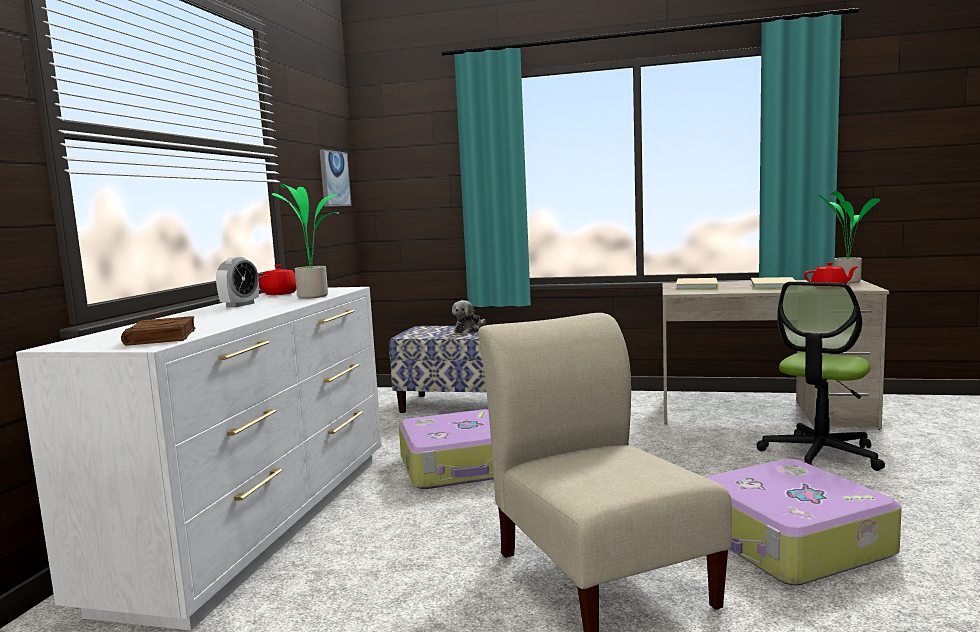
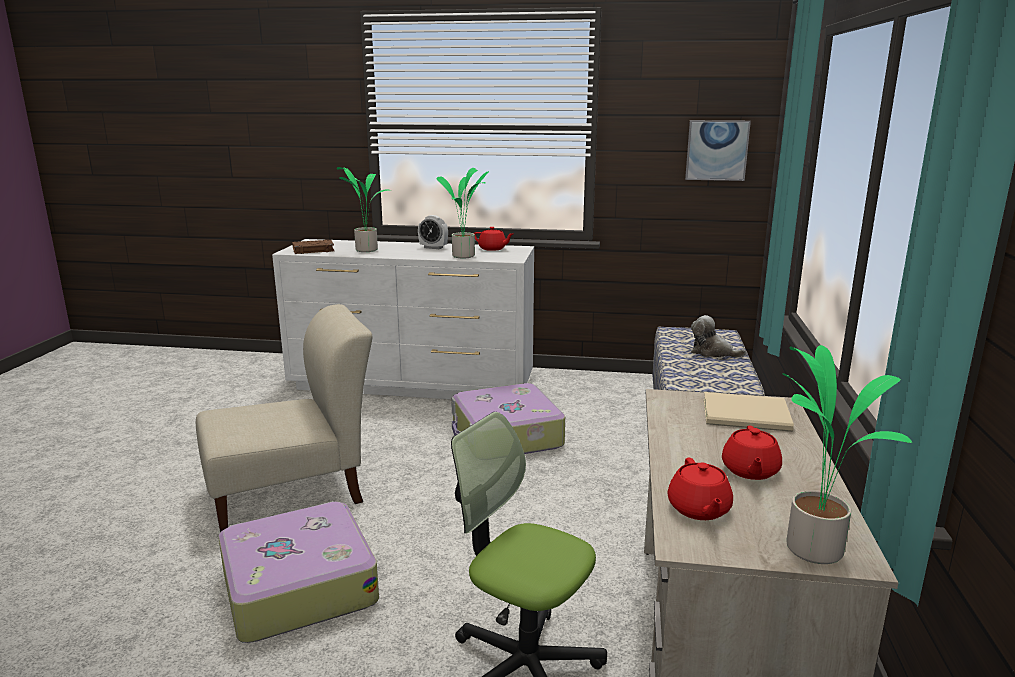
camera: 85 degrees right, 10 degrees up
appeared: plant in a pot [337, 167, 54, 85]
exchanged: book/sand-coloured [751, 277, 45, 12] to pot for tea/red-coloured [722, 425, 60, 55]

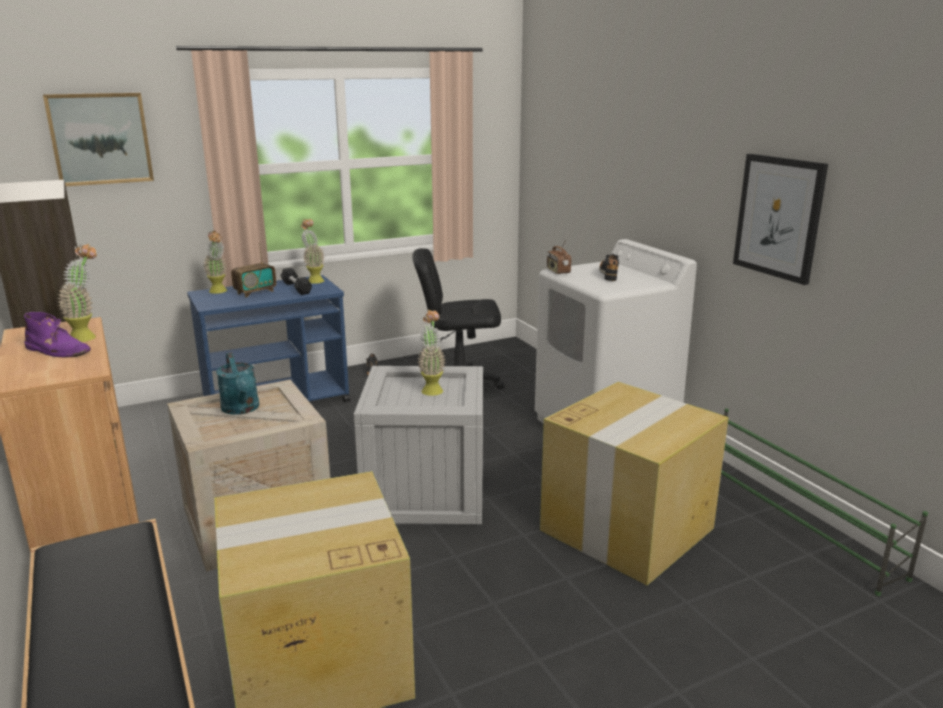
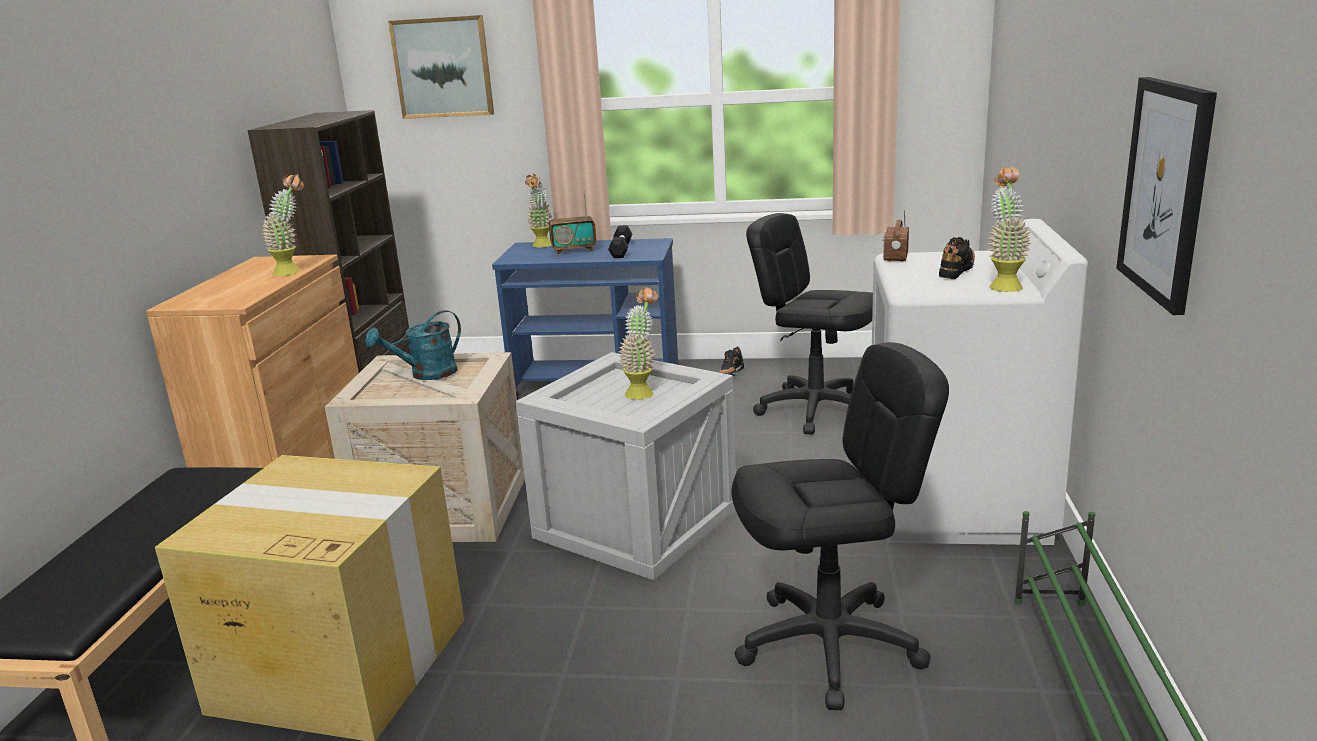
camera: 35 degrees right, 0 degrees up
missing: boot/purple [24, 312, 67, 46]
relocated: plant in a pot [301, 219, 24, 65] to [988, 167, 44, 125]
exchanged: cardboard box [540, 382, 189, 203] to desk chair/black [731, 342, 218, 368]
spun: watering pot/blue-green [216, 352, 43, 63] = [365, 310, 96, 70] 45 degrees clockwise

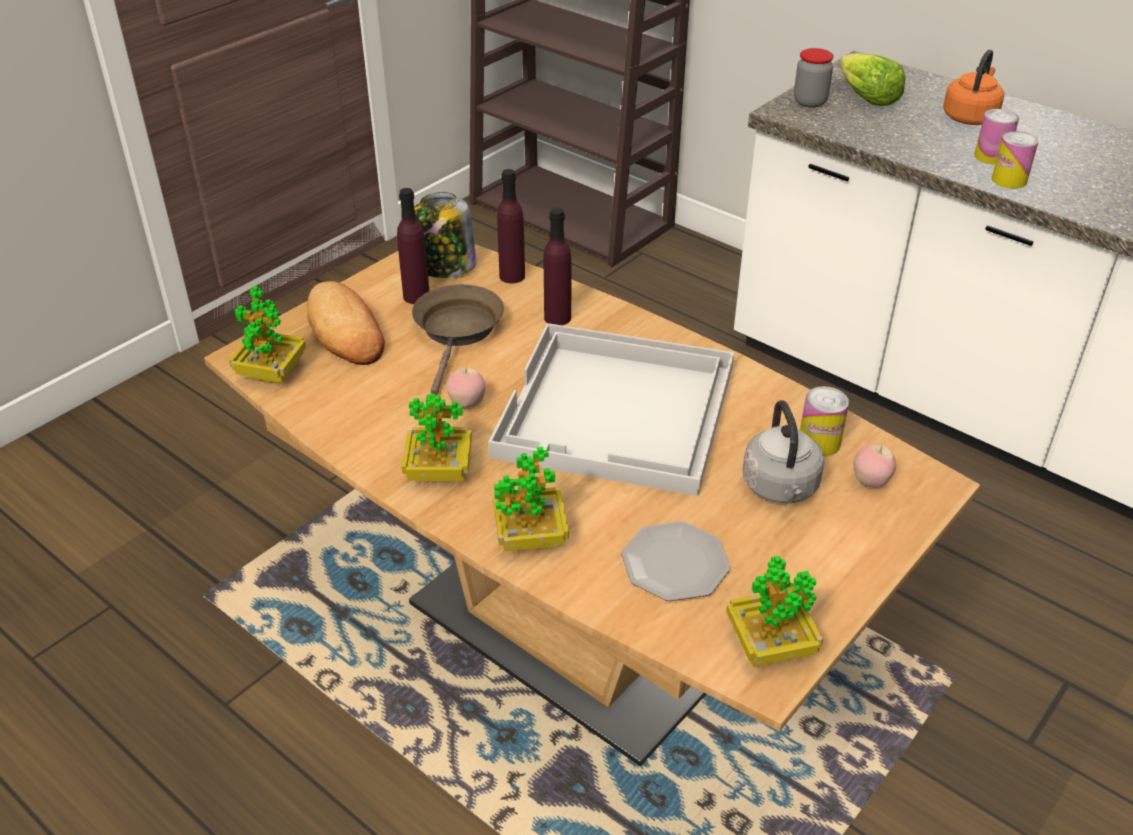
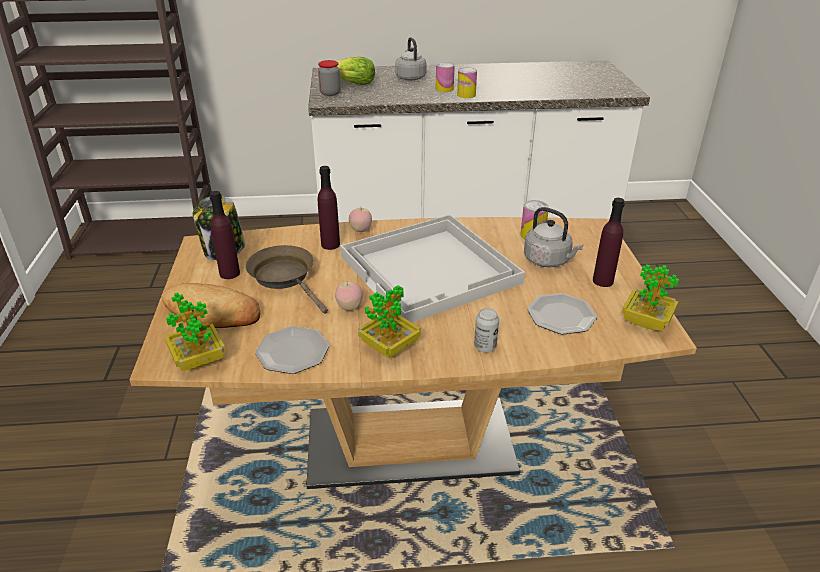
camera: 45 degrees left, 5 degrees down
appeared: plate [255, 326, 75, 48]
relocated: beverage bottle/purple [497, 169, 28, 114] to [593, 198, 32, 89]; apple [854, 444, 42, 44] to [349, 208, 23, 24]
exchanged: plant in a pot [493, 446, 76, 106] to can [474, 308, 25, 44]
colour: water kettle/orangey [943, 49, 61, 76] to water kettle/gray [395, 37, 32, 44]

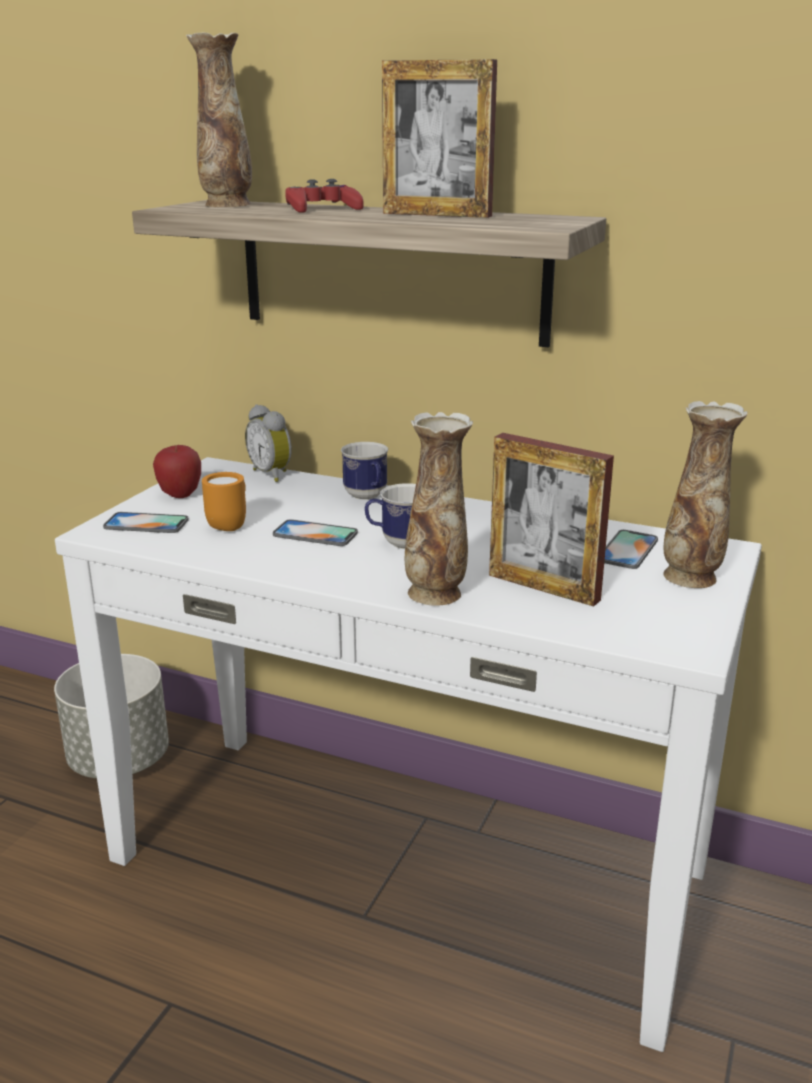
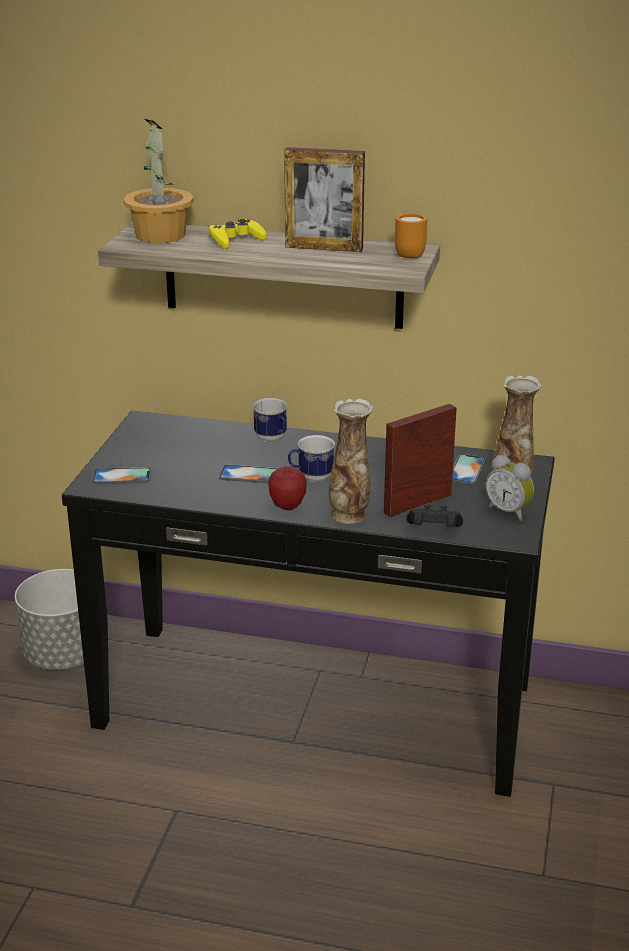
camera: 10 degrees left, 5 degrees up
appeared: joypad/black [407, 505, 56, 22]
relocated: bedside clock [245, 404, 47, 78] to [485, 455, 49, 66]; apple [153, 445, 48, 53] to [268, 467, 39, 43]; mug/orangey [202, 472, 44, 59] to [395, 213, 32, 45]
exchanged: flower vase [186, 33, 66, 174] to plant in a pot [123, 119, 71, 124]
colour: joypad/red-coloured [285, 179, 78, 34] to joypad/yellowish [208, 219, 58, 30]; hall table/white-coloured [55, 457, 707, 595] to hall table/black [62, 411, 493, 386]
spun: standing frame [489, 433, 125, 174] = [384, 404, 73, 113] 120 degrees clockwise

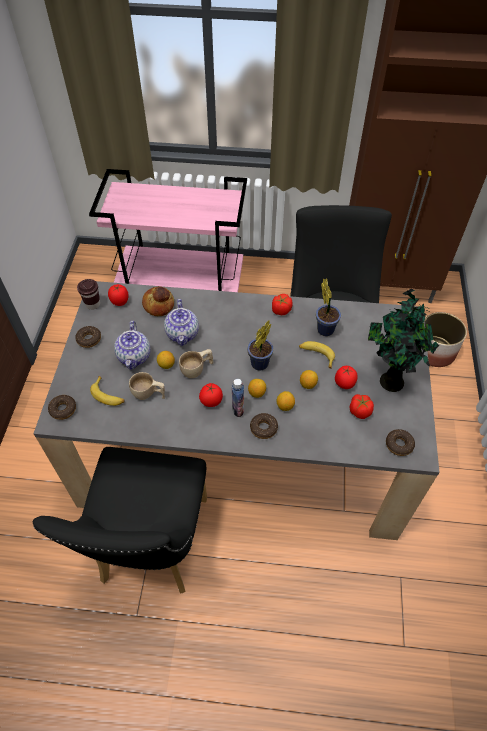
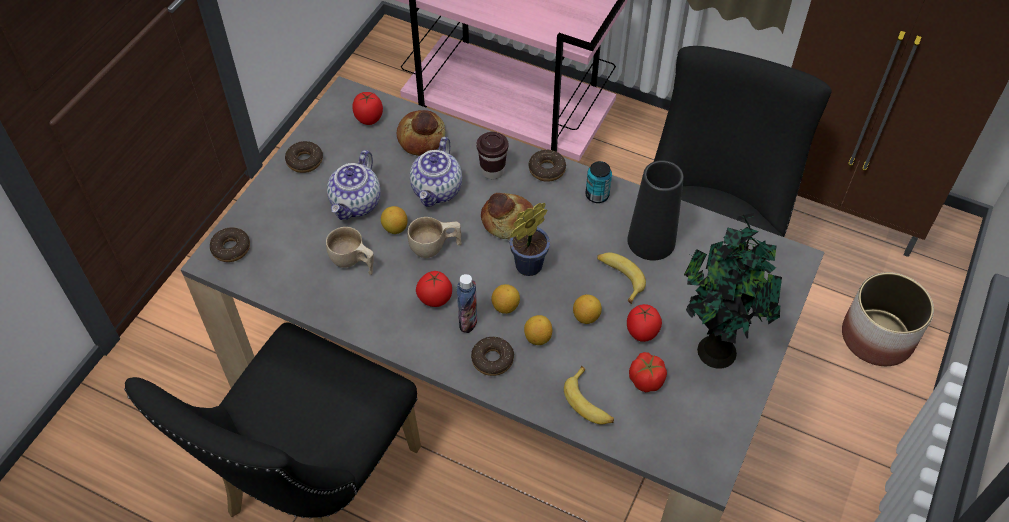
camera: 20 degrees right, 0 degrees up
appeared: baked bread [481, 193, 52, 47]
relocated: drinking cup/brown-coloured [77, 279, 23, 31] to [477, 132, 31, 47]; banana fruit [90, 376, 35, 30] to [564, 366, 50, 58]; donut [386, 429, 29, 27] to [529, 150, 37, 32]
exchanged: plant in a pot [316, 278, 25, 58] to flower vase/black [627, 160, 57, 101]; whole tomato [272, 294, 20, 21] to can [586, 161, 26, 42]

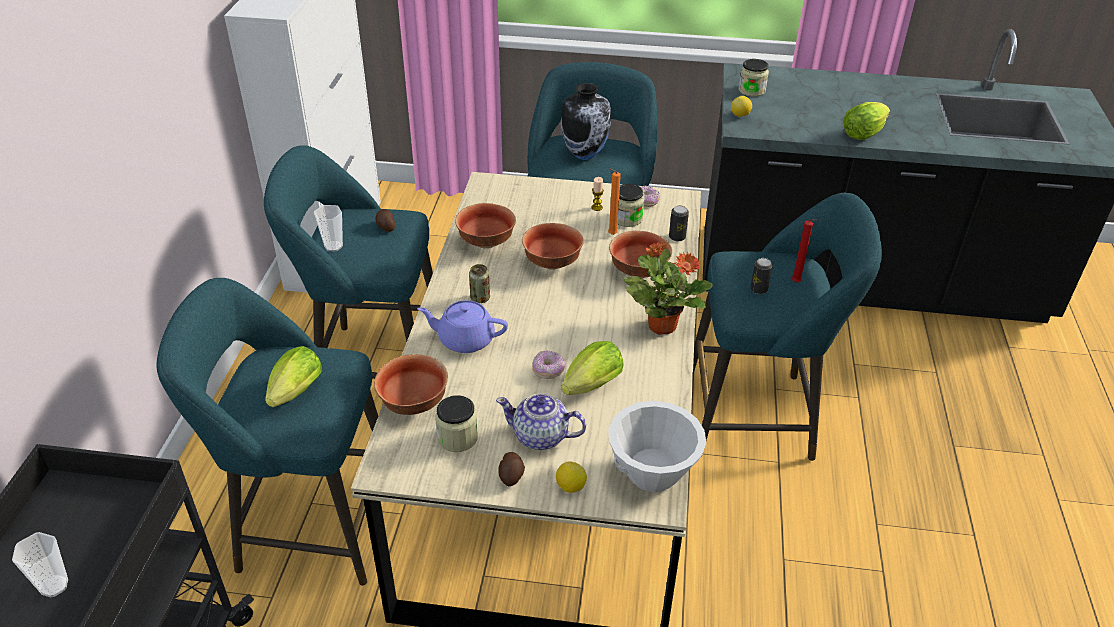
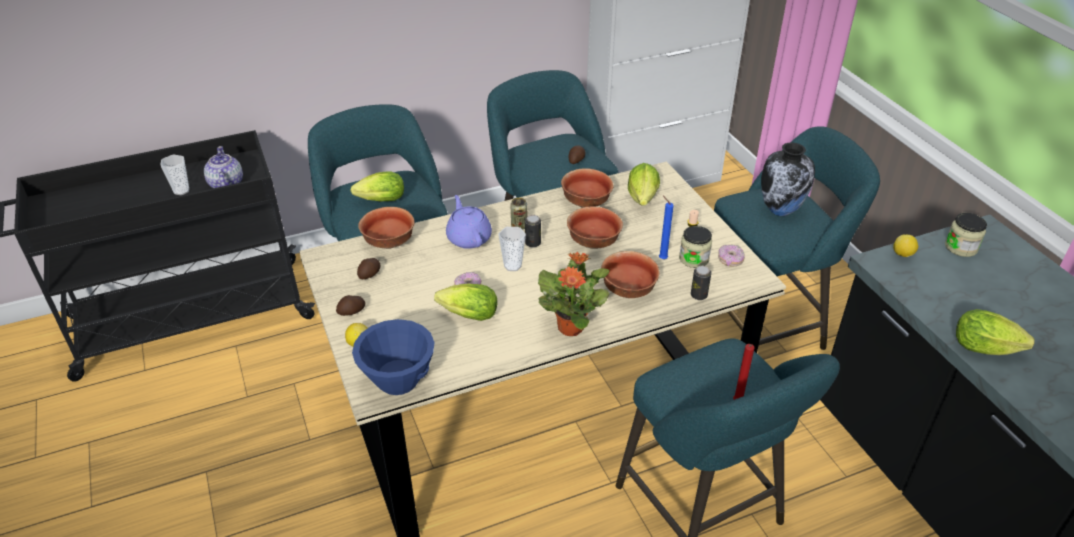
camera: 60 degrees right, 0 degrees up
appeared: lettuce head [628, 163, 32, 43]
relocated: drinking cup [314, 205, 29, 46] to [498, 227, 28, 44]; can [750, 258, 23, 36] to [525, 215, 16, 33]; pot for tea [496, 393, 90, 57] to [204, 146, 39, 42]
exchanged: storage jar [435, 395, 43, 57] to potato [357, 258, 23, 21]
colour: wax light/orangey [608, 169, 13, 66] to wax light/bluish [659, 196, 15, 63]; serving bowl/white-coloured [609, 401, 97, 91] to serving bowl/bluish [352, 319, 83, 76]

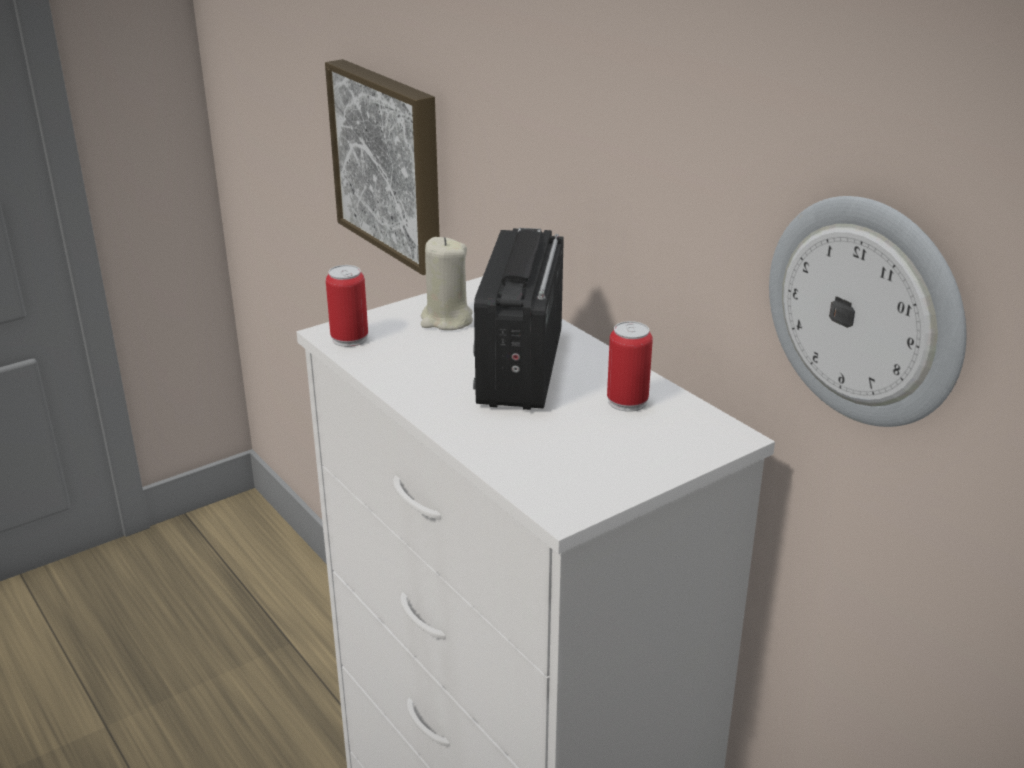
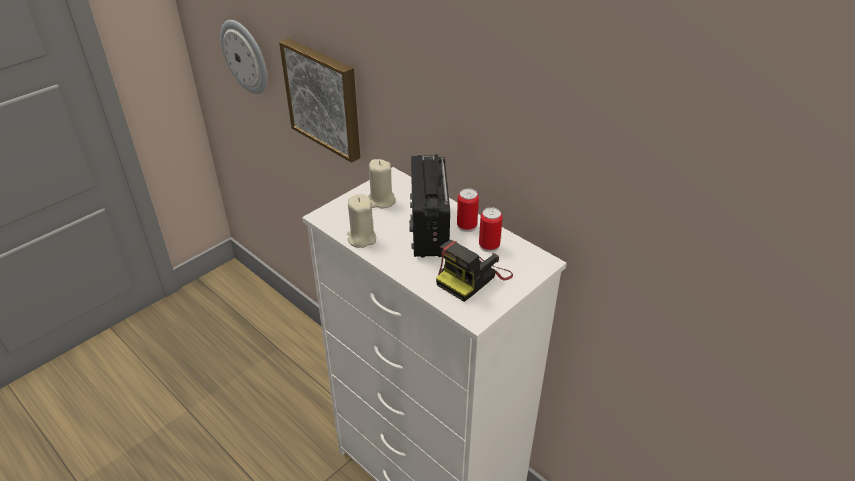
camera: 10 degrees left, 10 degrees up
appeared: wax light/sand-coloured [347, 194, 29, 54]; photo camera [436, 240, 77, 62]
relocated: hanging clock [769, 196, 198, 231] to [220, 20, 47, 74]; can [326, 265, 42, 82] to [457, 188, 22, 44]

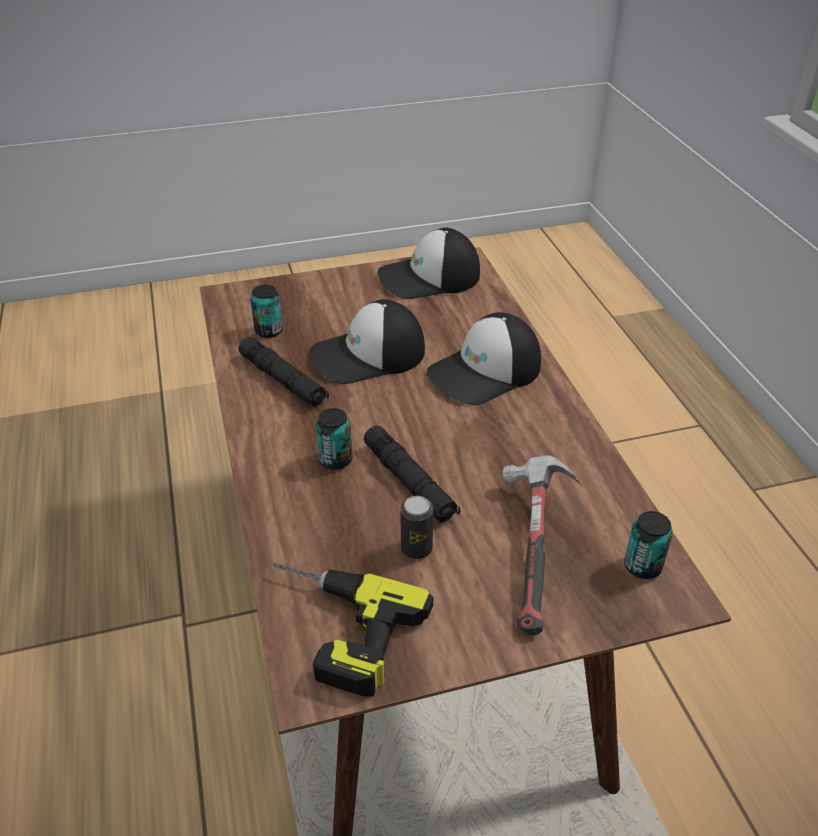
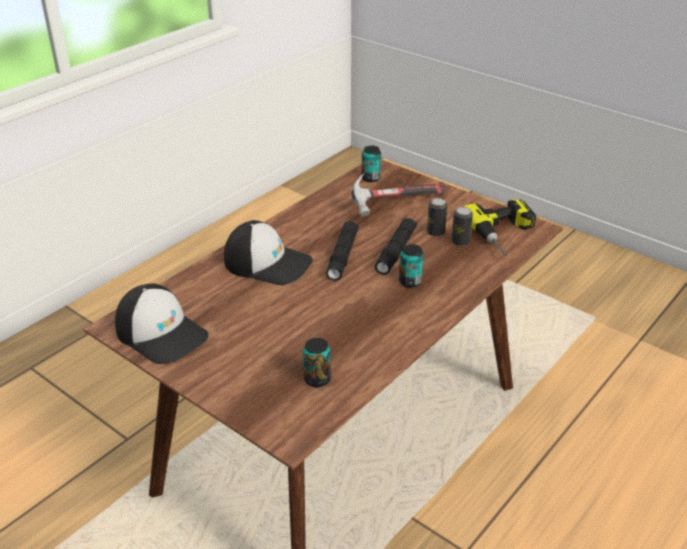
camera: 125 degrees left, 5 degrees down
missing: cap [309, 299, 116, 85]
appeared: can [452, 207, 21, 39]
relocated: hand torch/black [239, 337, 90, 70] to [326, 221, 33, 60]

